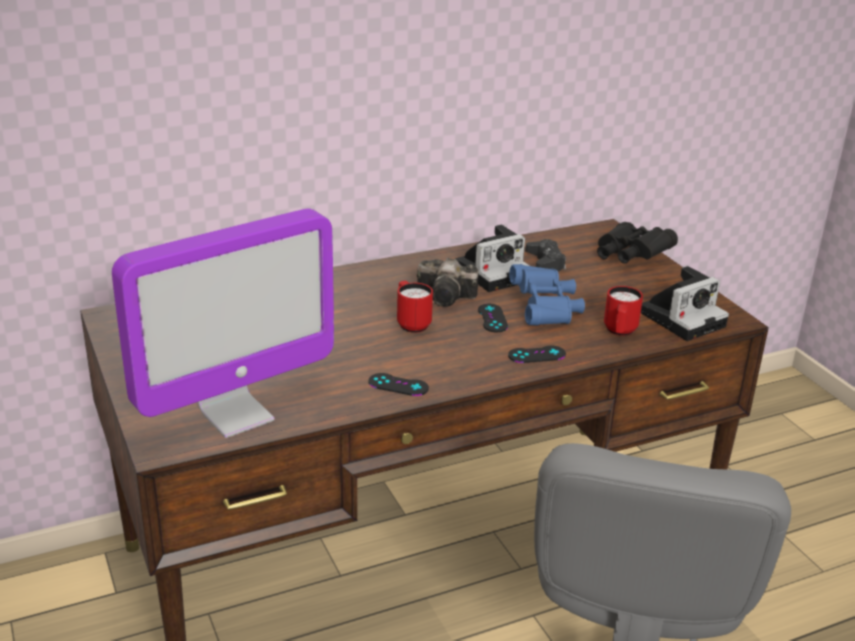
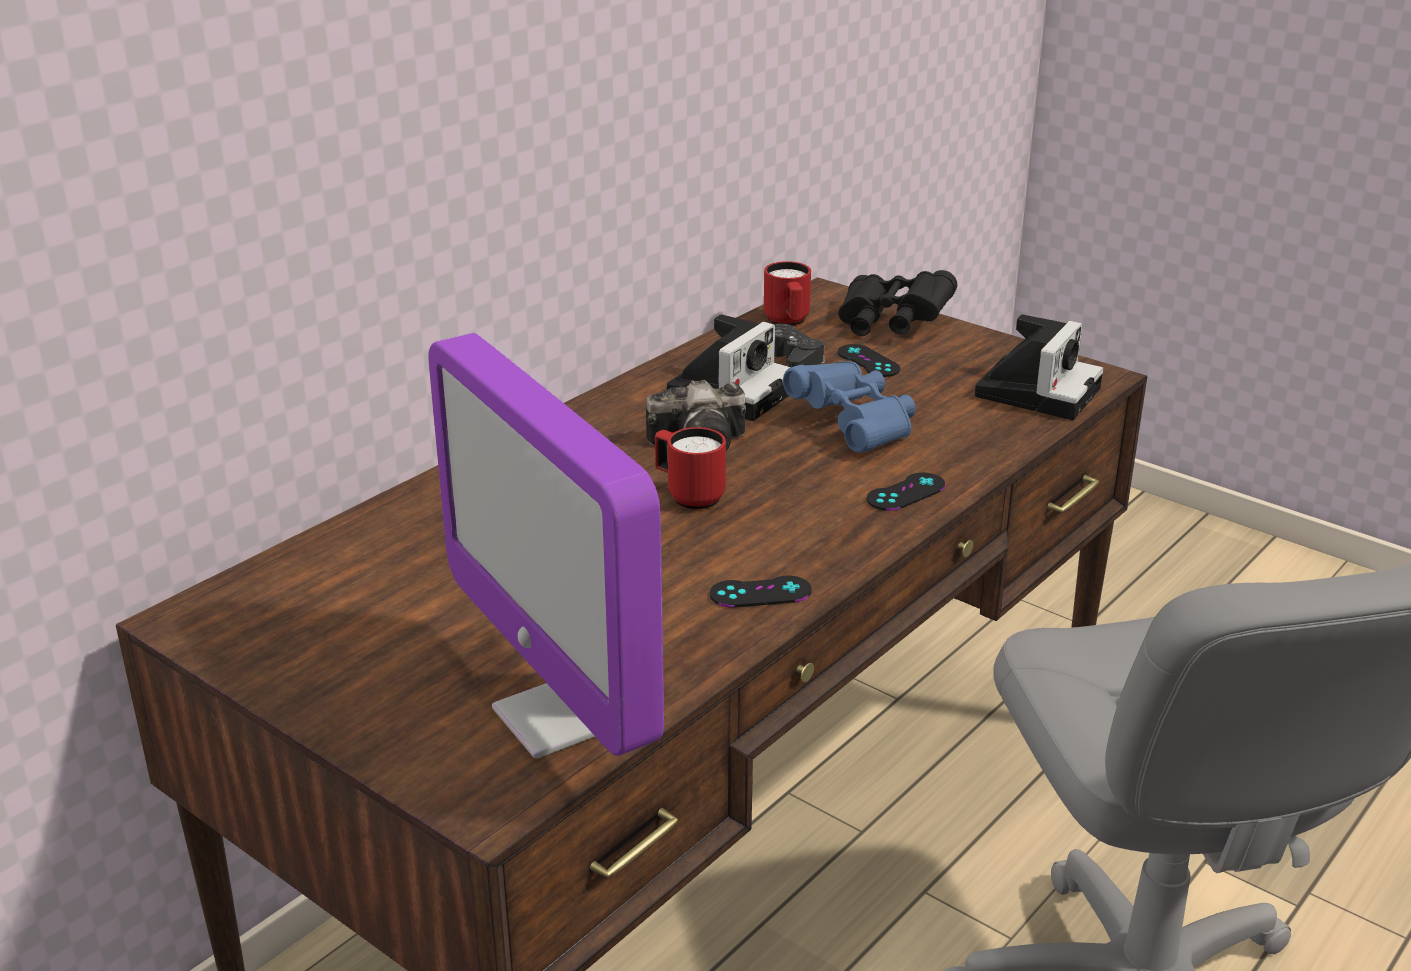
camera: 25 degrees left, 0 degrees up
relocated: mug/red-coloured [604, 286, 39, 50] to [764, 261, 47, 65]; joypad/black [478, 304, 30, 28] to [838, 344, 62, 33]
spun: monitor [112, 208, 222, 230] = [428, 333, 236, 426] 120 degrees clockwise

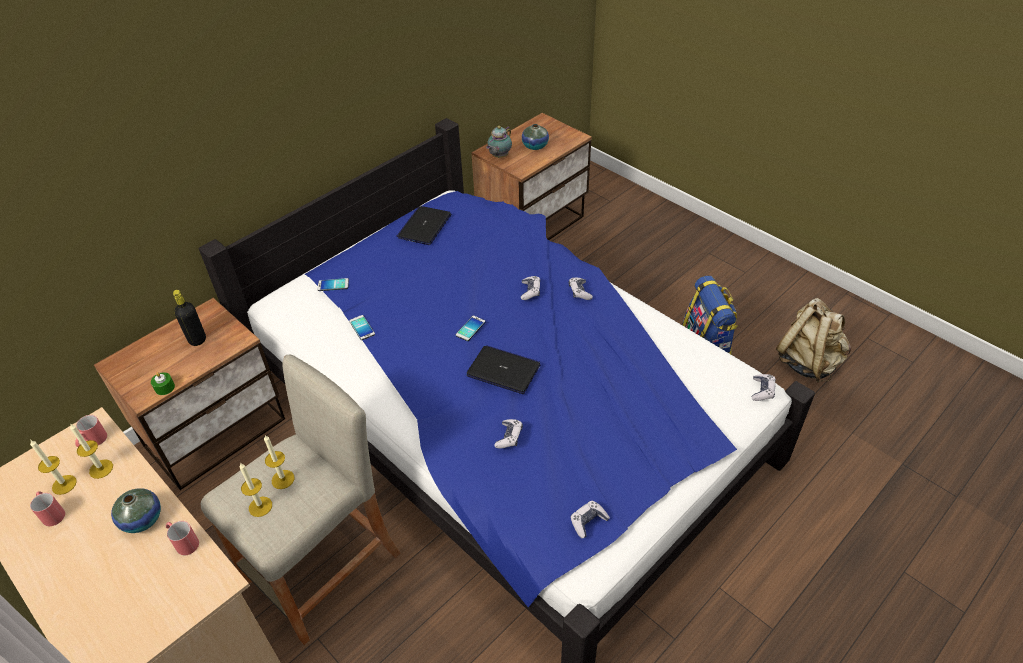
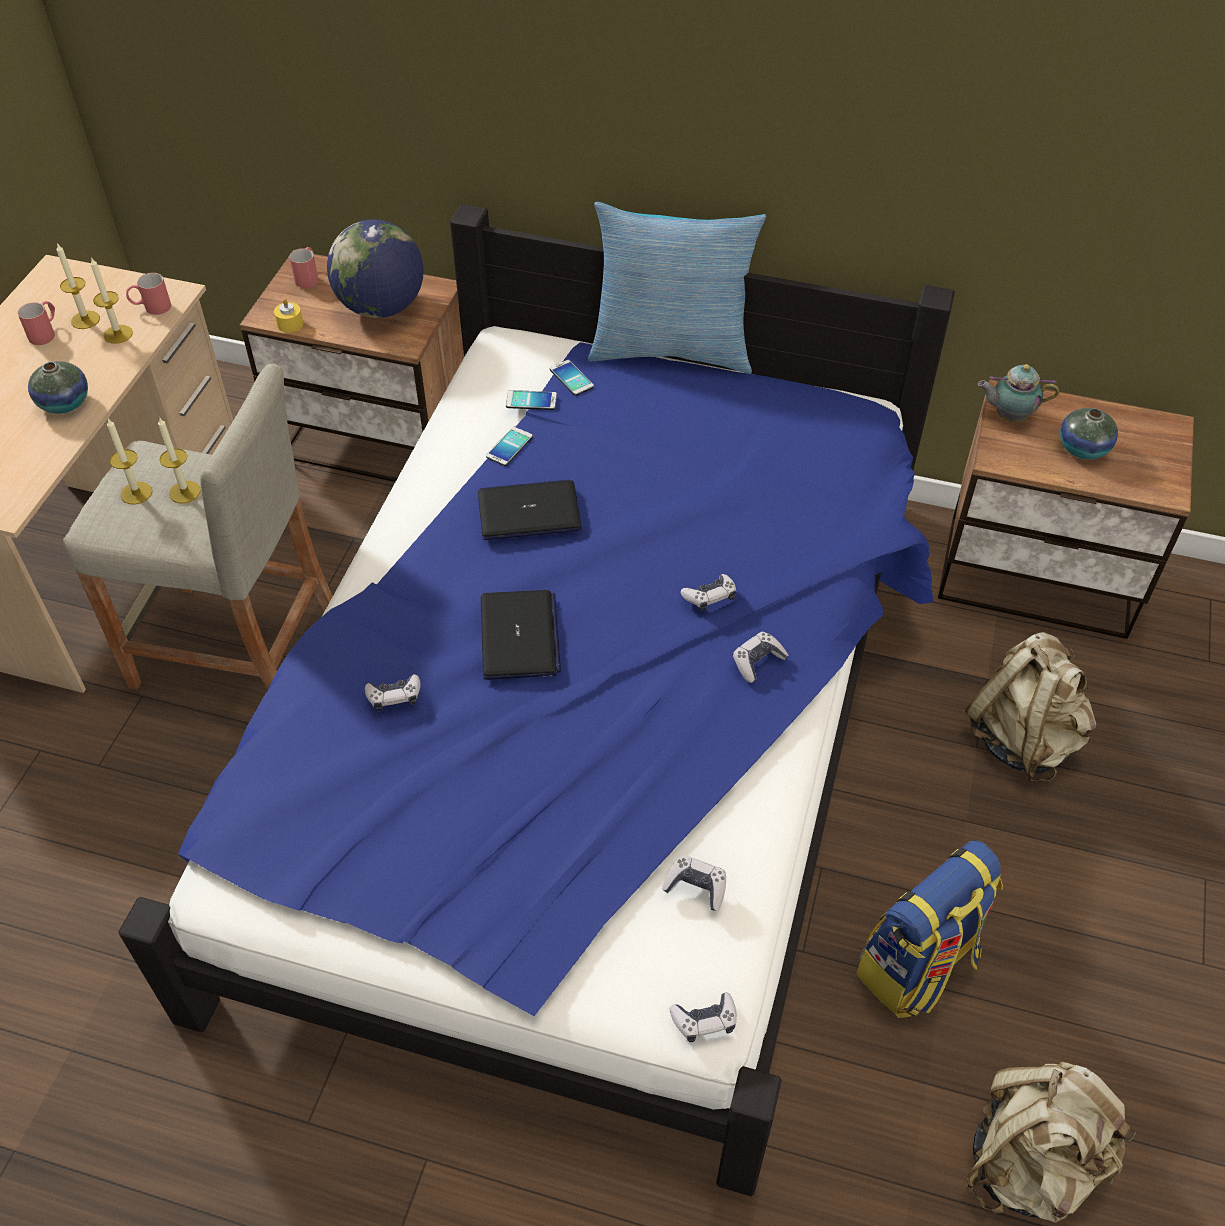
camera: 60 degrees right, 5 degrees up
appeared: pillow [588, 202, 178, 172]; rucksack/sand-coloured [965, 632, 132, 150]
relocated: notebook computer [397, 206, 54, 39] to [478, 479, 104, 61]; handset [456, 316, 29, 25] to [506, 390, 51, 20]; joypad [570, 501, 40, 37] to [662, 855, 64, 56]; mug/red-coloured [166, 521, 33, 34] to [289, 247, 29, 41]
exchanged: beverage bottle/black [173, 290, 33, 56] to desk globe [327, 220, 96, 98]
colour: wax light/green [151, 372, 24, 23] to wax light/yellowish [274, 299, 29, 34]

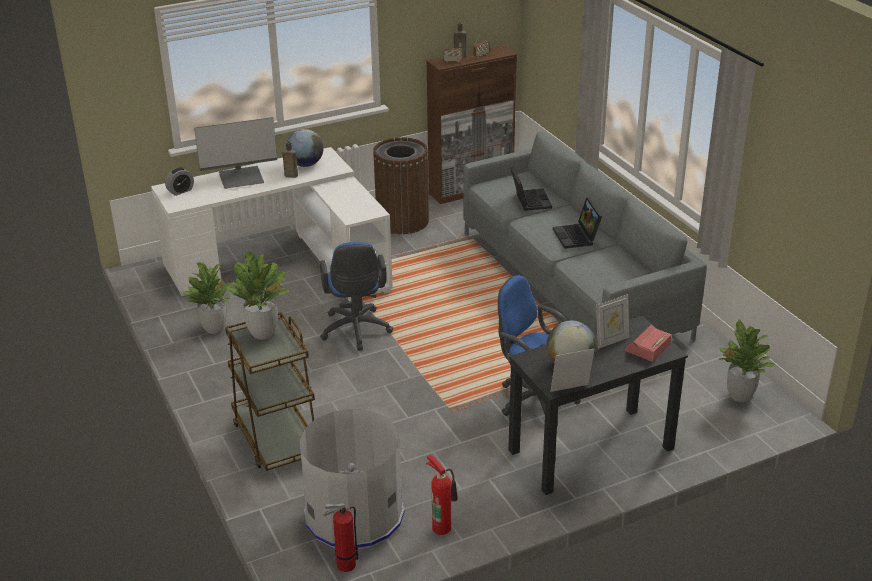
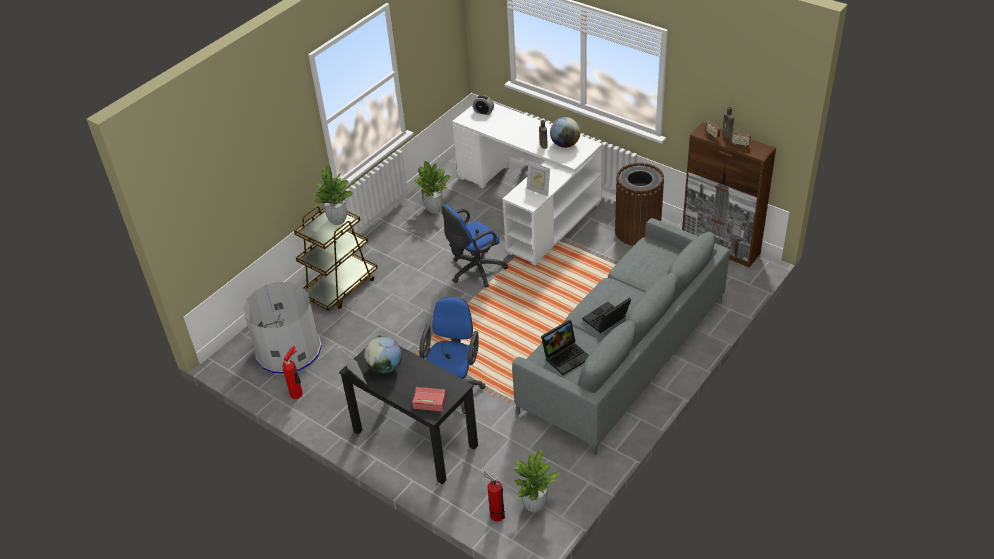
camera: 65 degrees right, 10 degrees up
missing: monitor [194, 117, 83, 72]
relocated: notebook computer [510, 166, 42, 45] to [541, 320, 48, 55]; standing frame [596, 294, 33, 55] to [527, 161, 23, 35]; fire-fighting cylinder [324, 503, 34, 69] to [484, 470, 21, 51]

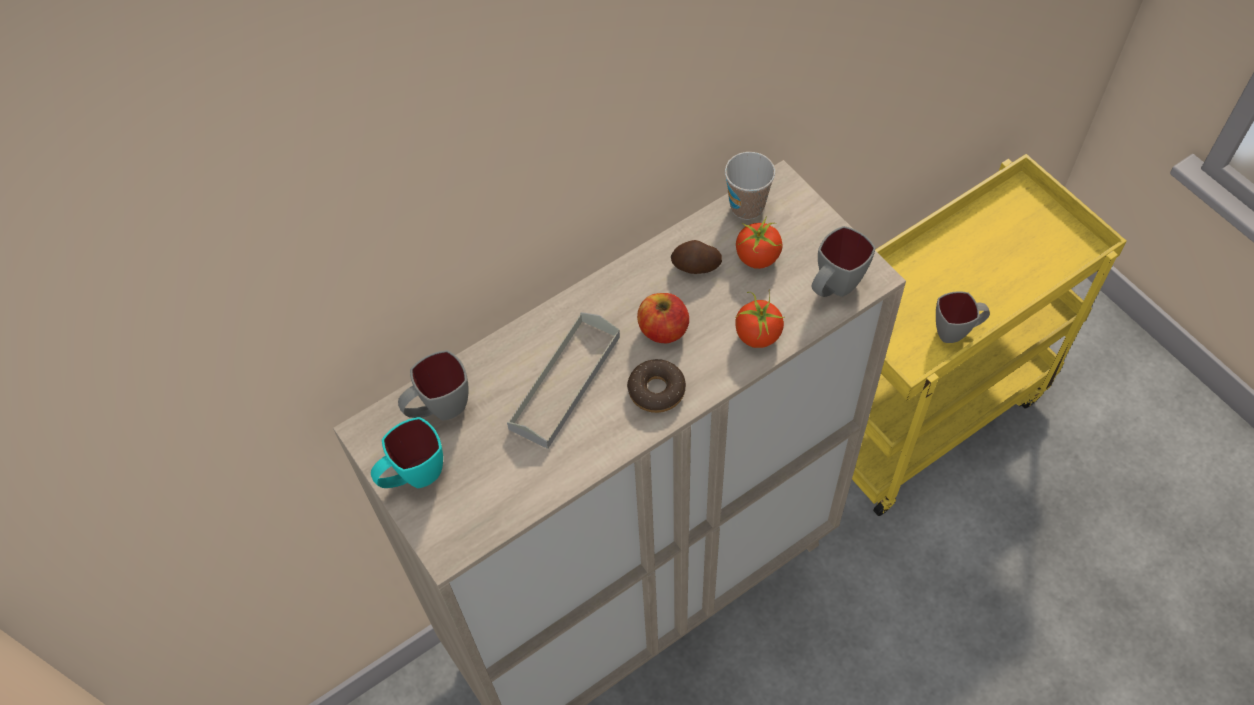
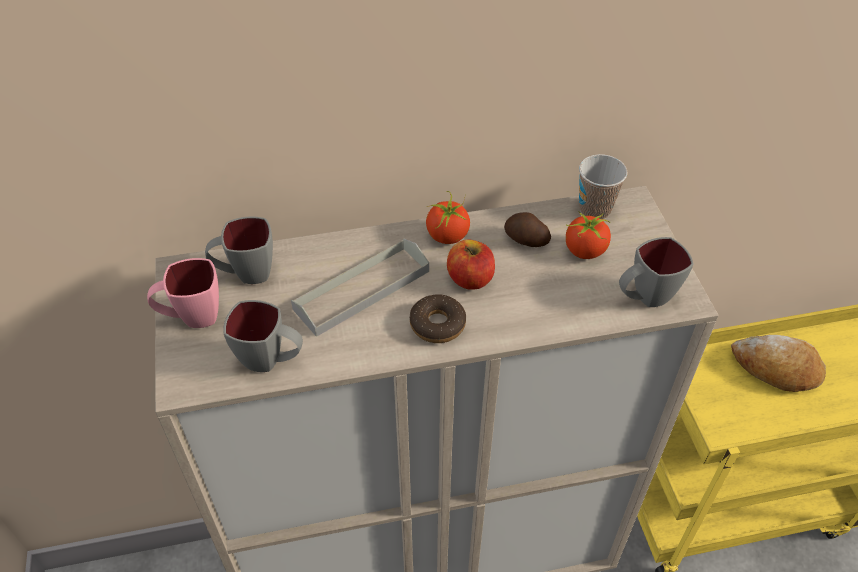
camera: 20 degrees right, 10 degrees down
appeared: baked bread [731, 335, 95, 57]
relocated: whole tomato [735, 289, 49, 59] to [426, 191, 44, 53]; mug/gray [936, 291, 54, 52] to [223, 300, 80, 72]
colour: mug/blue-green [371, 417, 72, 71] to mug/pink [147, 258, 72, 70]

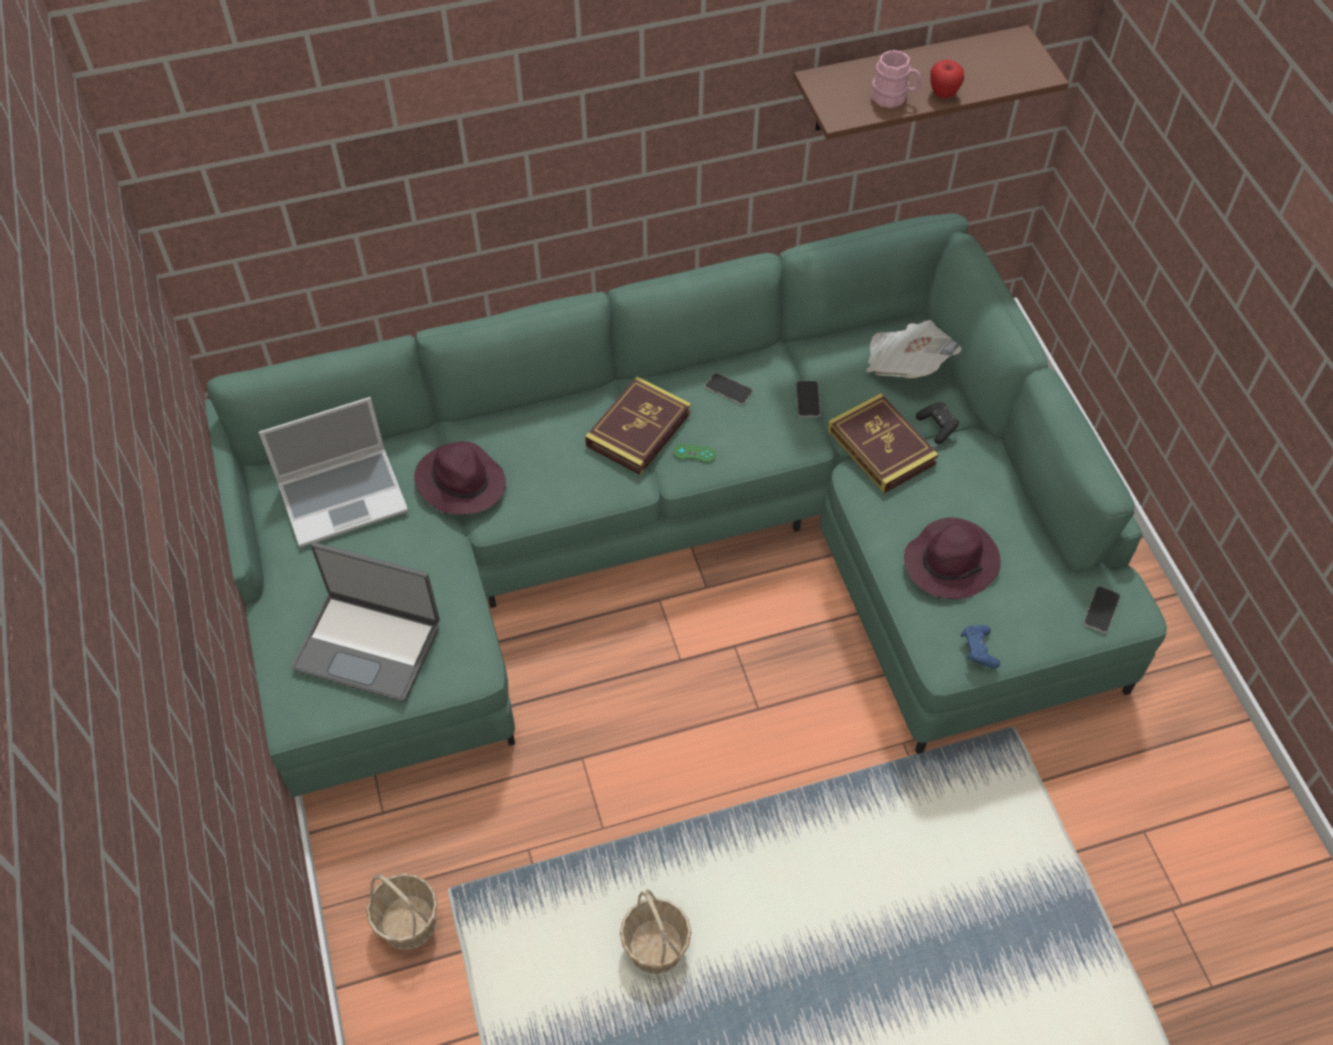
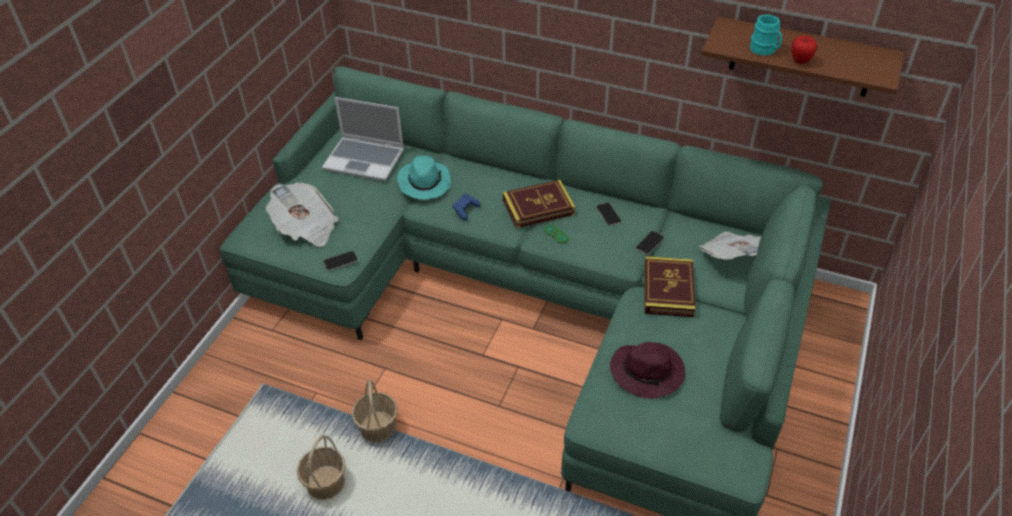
camera: 40 degrees right, 10 degrees down
missing: joypad/black [916, 402, 43, 42]
relocated: handset [1084, 586, 36, 47] to [323, 251, 35, 20]; joypad/bluish [961, 625, 39, 44] to [452, 194, 29, 26]; basket [366, 873, 72, 77] to [352, 380, 46, 62]
exchanged: notebook computer [291, 543, 149, 159] to printed paper [266, 183, 73, 64]
colour: mug/pink [871, 50, 50, 58] to mug/blue-green [750, 15, 32, 41]; hat/purple [414, 441, 92, 74] to hat/blue-green [397, 156, 54, 43]

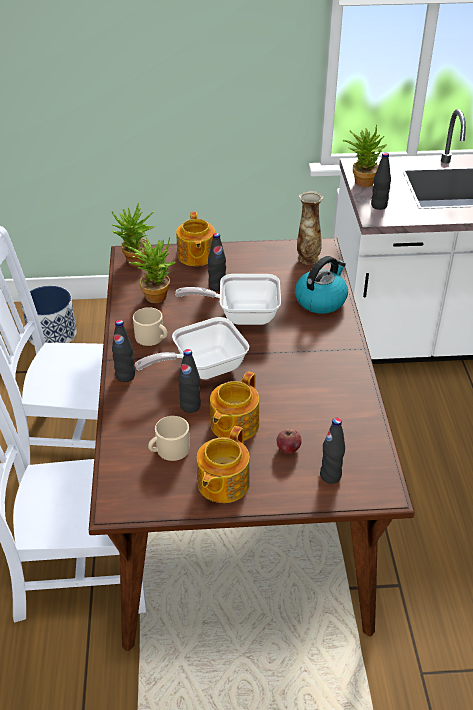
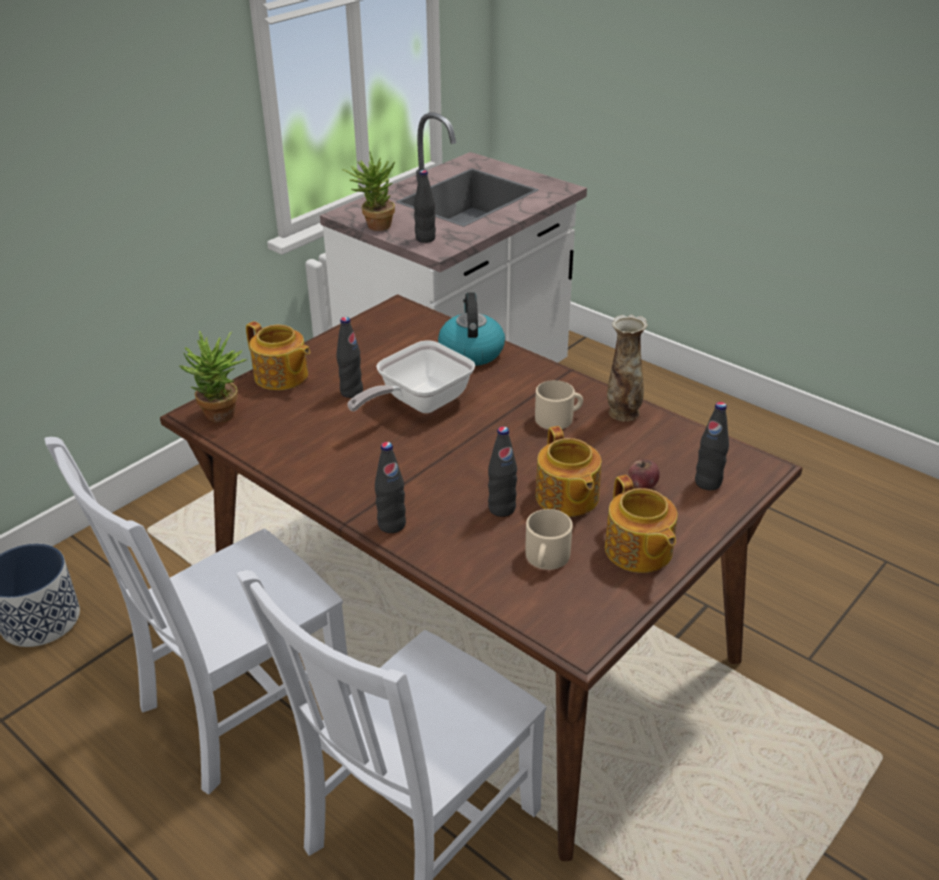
camera: 45 degrees left, 5 degrees down
missing: plant in a pot [128, 237, 48, 66]; frying pan [135, 317, 114, 62]
relocated: flower vase [297, 191, 26, 74] to [607, 314, 41, 108]; mug/sand-coloured [133, 307, 35, 39] to [535, 380, 48, 49]

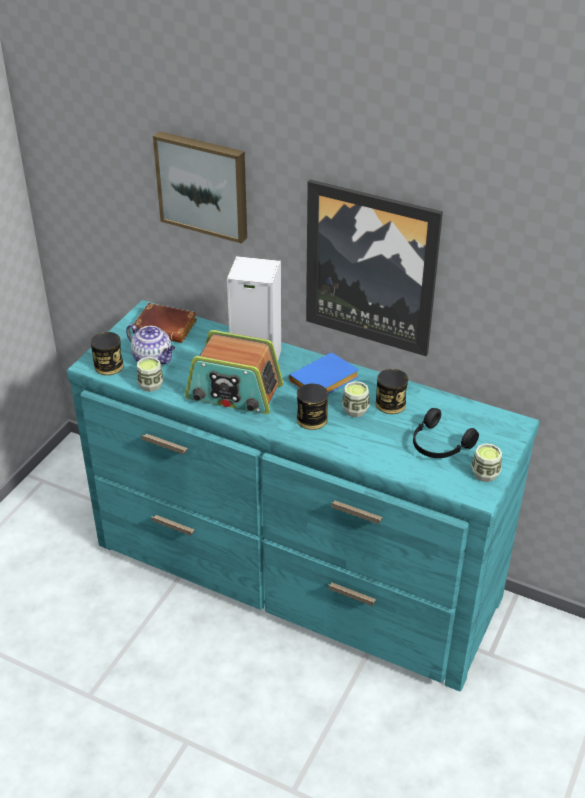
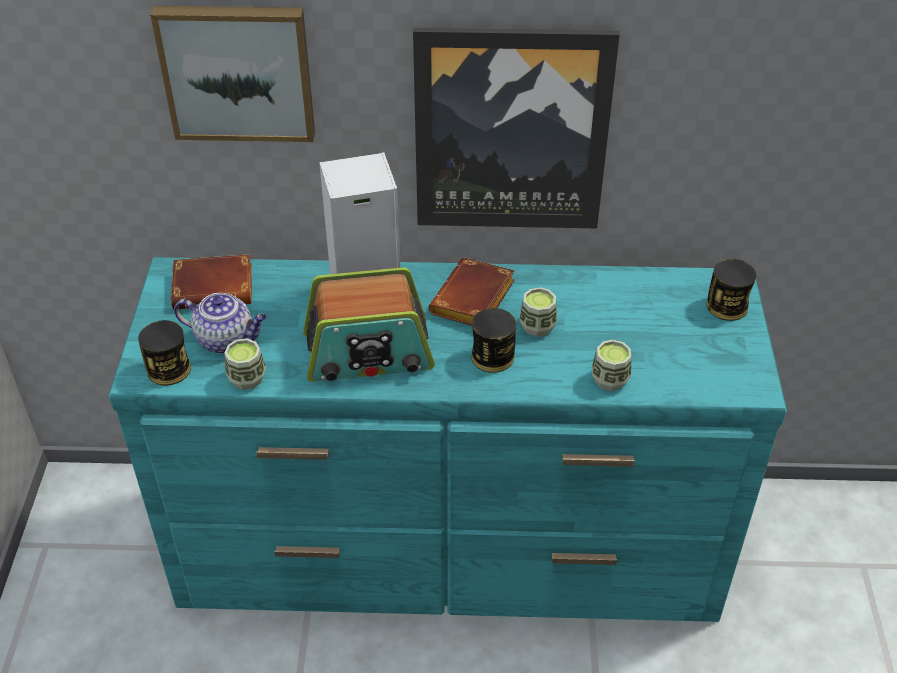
camera: 25 degrees left, 5 degrees up
missing: headphones/black [413, 408, 66, 50]
relocated: can [376, 369, 32, 45] to [707, 259, 49, 62]; drinking cup [471, 443, 31, 39] to [592, 340, 39, 51]
colour: book/bluish [289, 353, 70, 41] to book/brown-coloured [429, 257, 86, 69]

